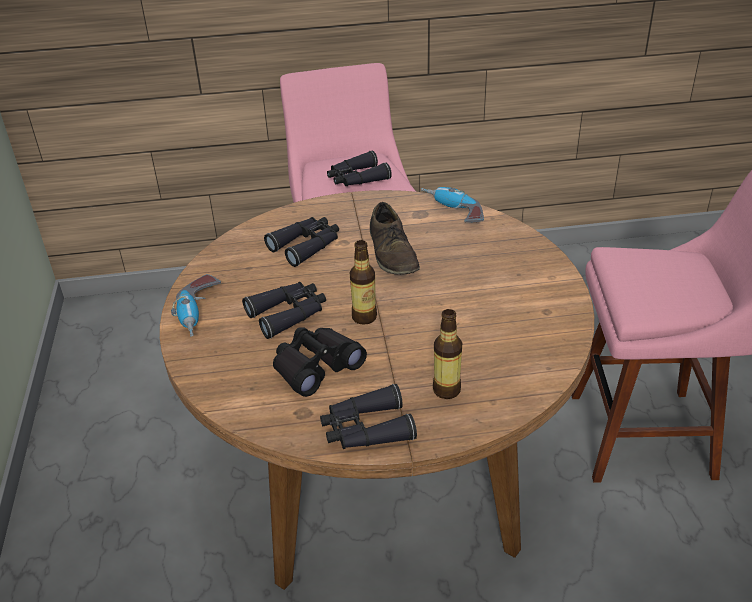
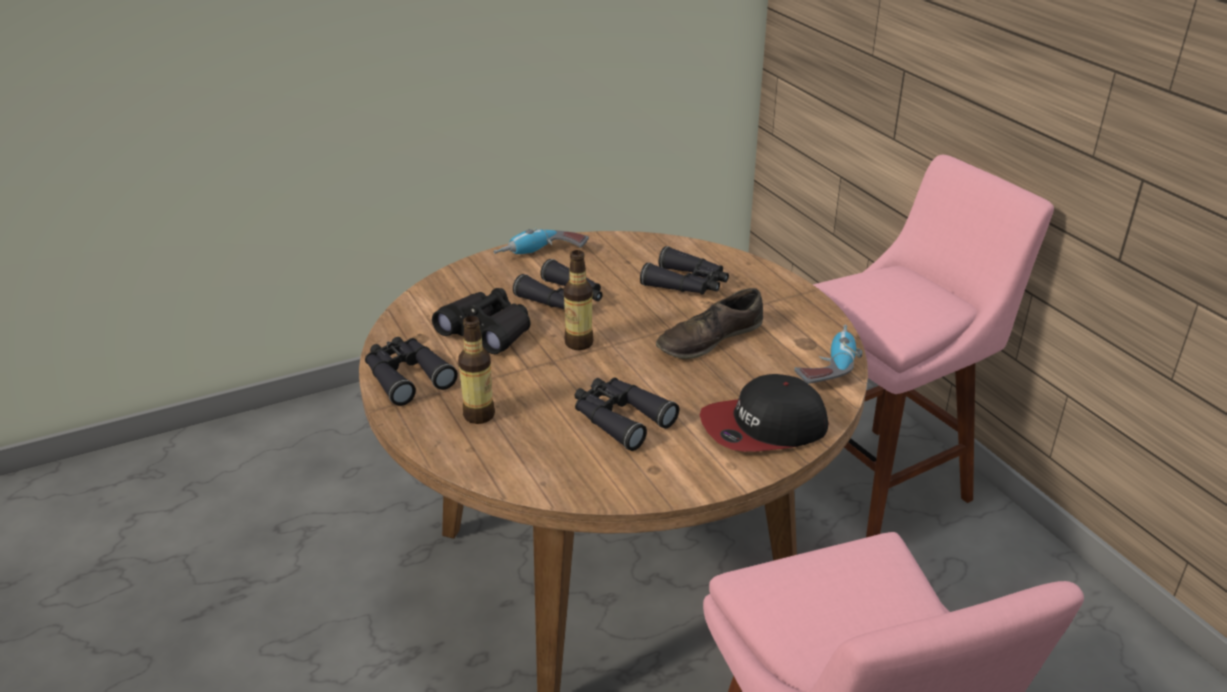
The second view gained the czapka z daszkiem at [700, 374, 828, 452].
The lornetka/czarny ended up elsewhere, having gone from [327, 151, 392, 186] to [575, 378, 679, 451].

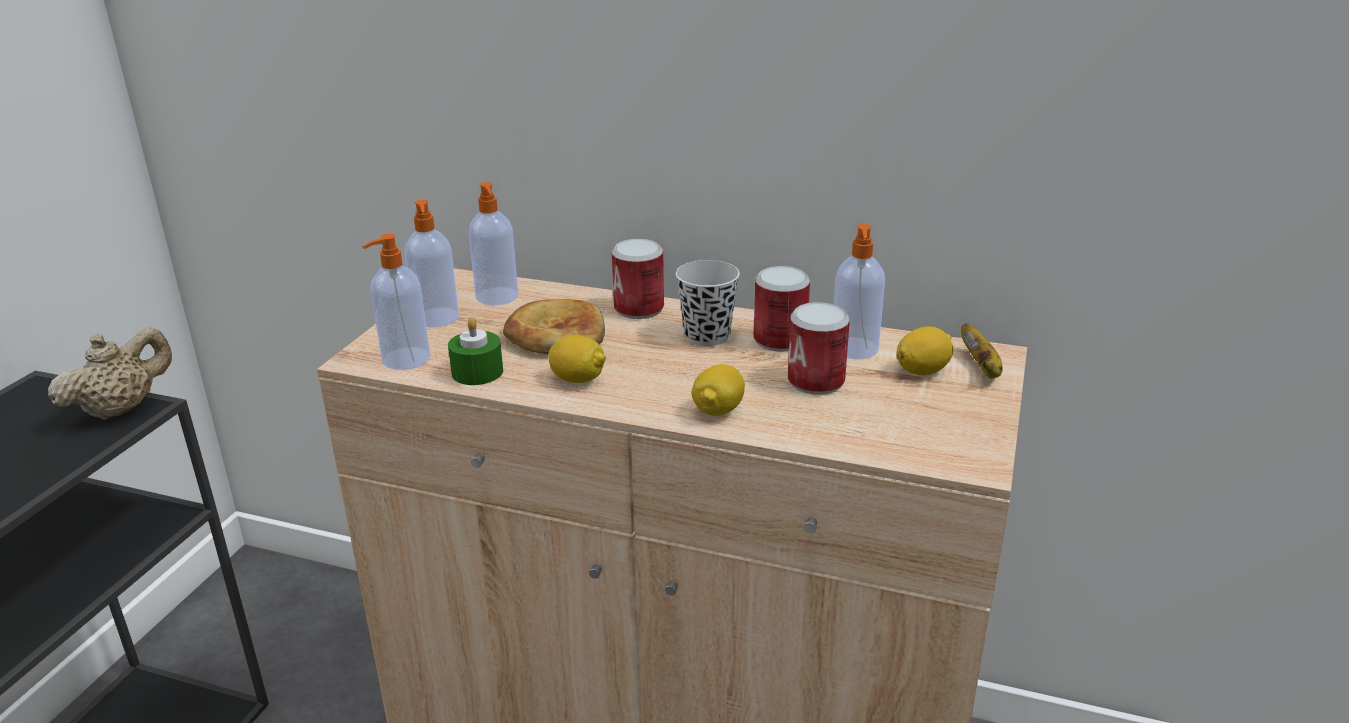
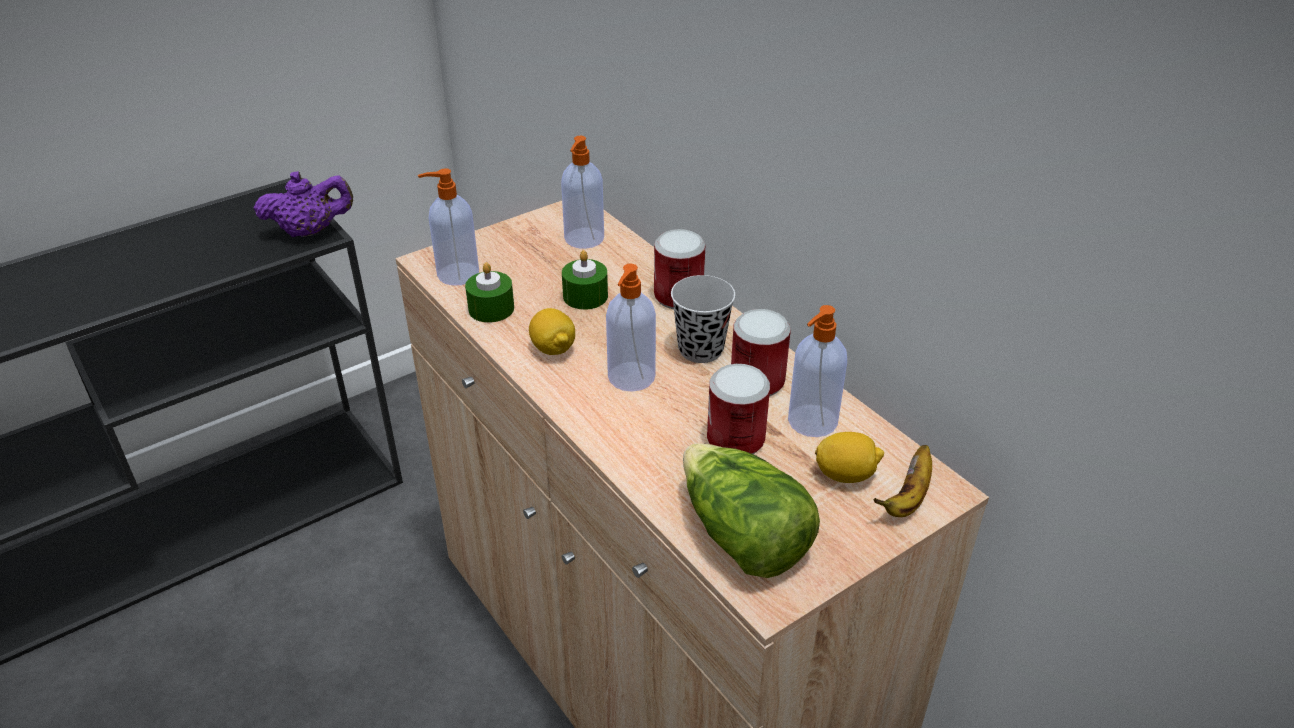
The second view lost the cytryna at [692, 364, 745, 416].
The second view gained the sałata at [683, 443, 820, 578].
The dozownik mydła ended up elsewhere, having gone from [404, 200, 459, 327] to [606, 264, 656, 392].
Where the chleb stood at [503, 299, 605, 354], the świeca/zielony came to stand at [562, 250, 608, 310].
What was the imbryk/beżowy at [48, 327, 172, 420] turned into the imbryk/fioletowy at [254, 171, 353, 237].

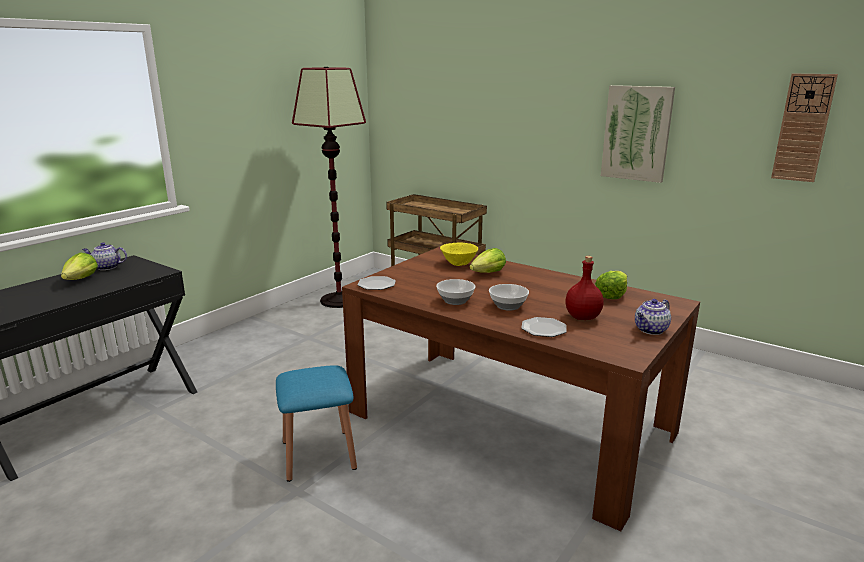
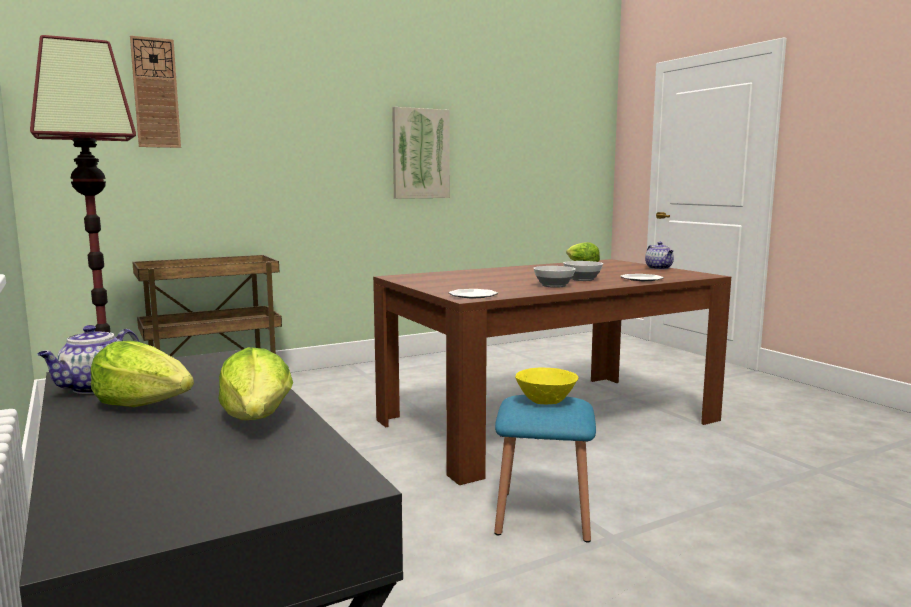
The second view lost the butelka/czerwony at [565, 256, 603, 320].
The miska/żółty ended up elsewhere, having gone from [440, 243, 478, 266] to [515, 368, 579, 404].
The sałata ended up elsewhere, having gone from [469, 248, 506, 273] to [219, 347, 293, 420].
The zegar ścienny ended up elsewhere, having gone from [771, 74, 838, 182] to [130, 36, 181, 148].

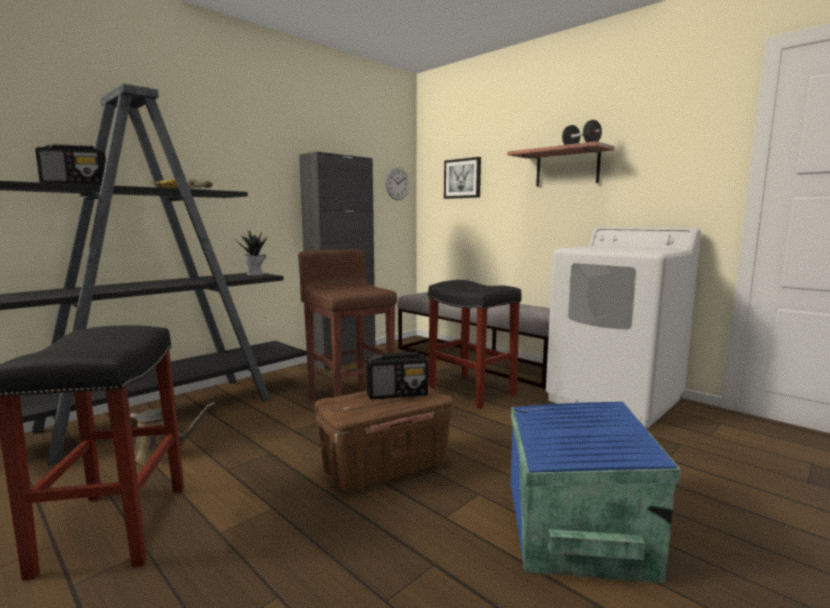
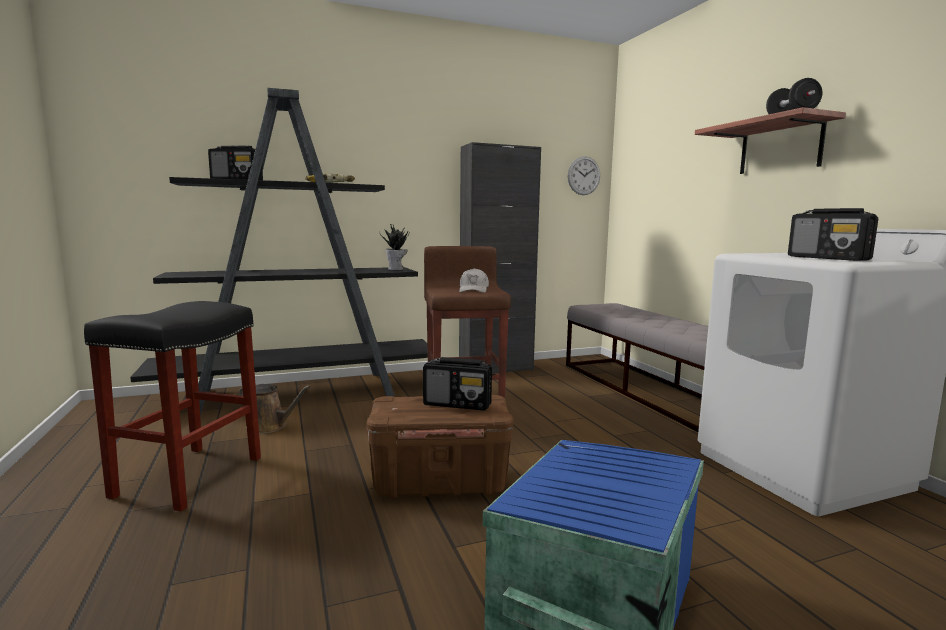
The second view lost the stołek/czarny at [428, 280, 522, 409].
The second view lost the obraz at [444, 157, 481, 199].
The second view gained the czapka z daszkiem/biały at [459, 268, 489, 293].
The second view gained the radio at [788, 208, 878, 261].

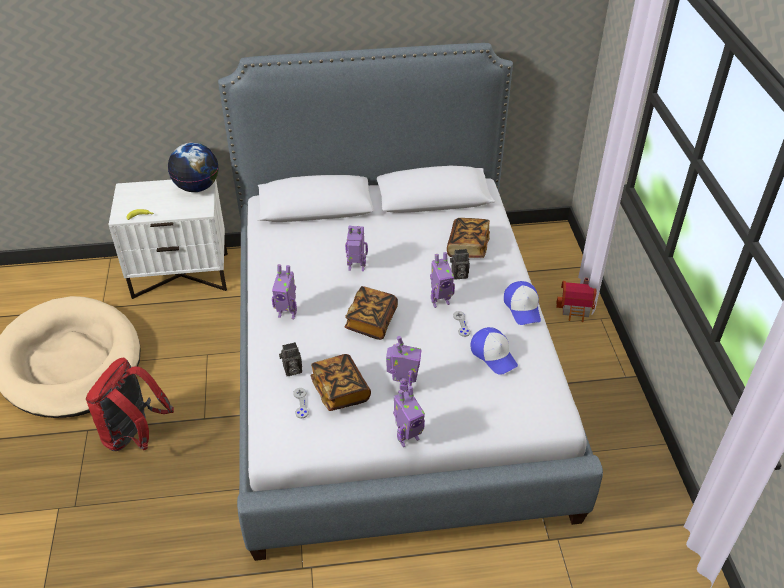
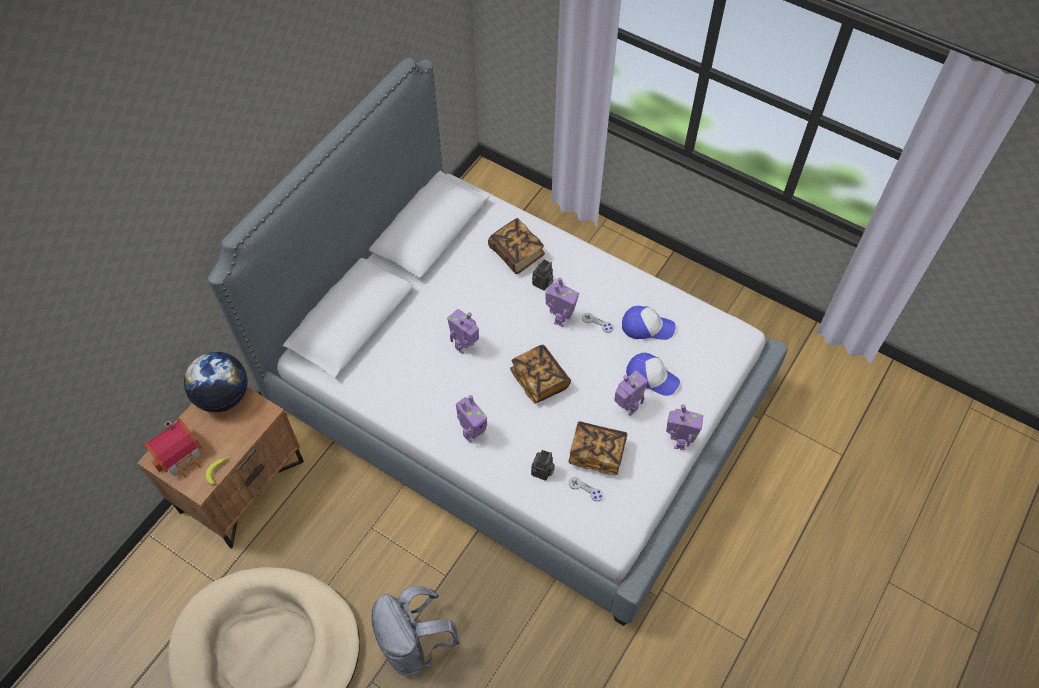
The czapka z daszkiem ended up elsewhere, having gone from [504, 281, 541, 325] to [626, 353, 680, 396].
The domek ended up elsewhere, having gone from [556, 278, 596, 322] to [143, 418, 202, 478].
What was the plecak/czerwony at [86, 358, 174, 451] turned into the plecak/szary at [372, 586, 460, 676].
What was the szafka nocna/biały at [108, 180, 228, 299] turned into the szafka nocna/brązowy at [137, 387, 304, 548].

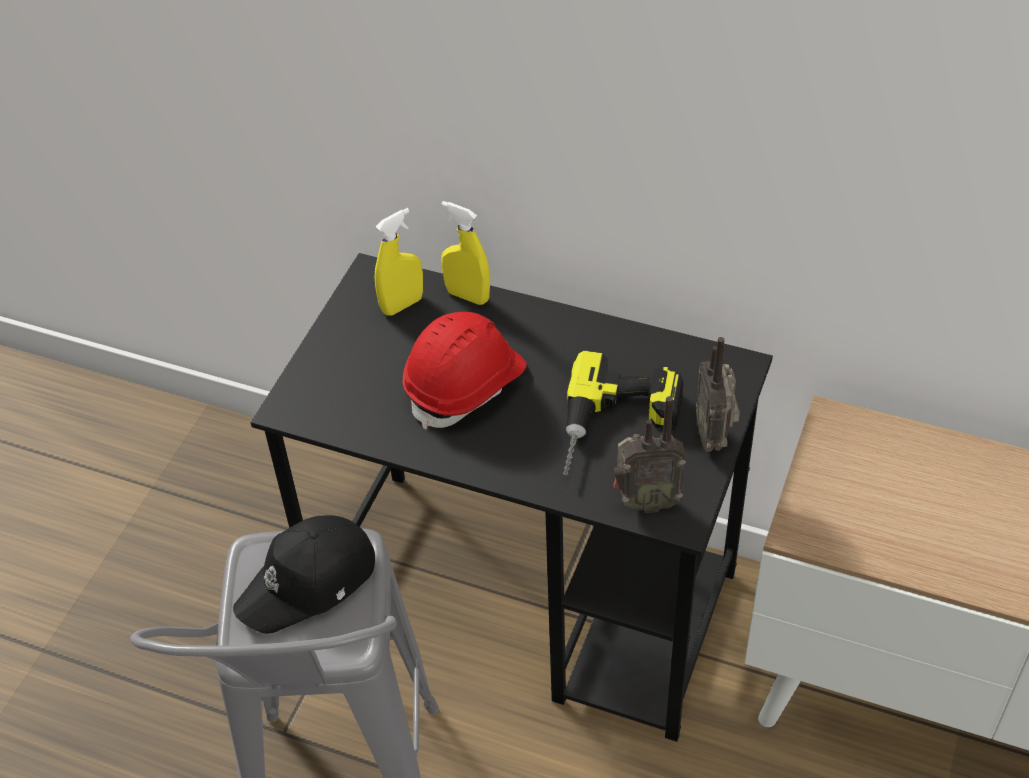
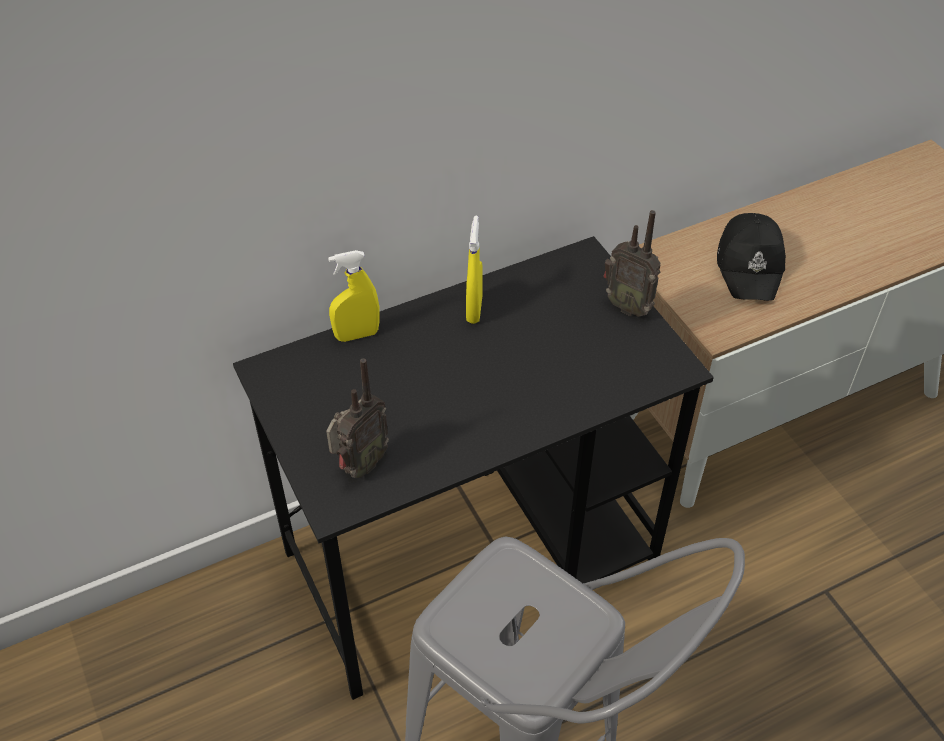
The second view lost the kask/czerwony at [403, 312, 527, 430].
The second view lost the wiertarka at [563, 350, 683, 476].
The czapka z daszkiem/czarny ended up elsewhere, having gone from [233, 515, 375, 634] to [717, 213, 786, 301].
The spryskiwacz/żółty ended up elsewhere, having gone from [375, 208, 423, 316] to [466, 216, 483, 324].
The radio ended up elsewhere, having gone from [613, 396, 686, 513] to [326, 358, 389, 478].

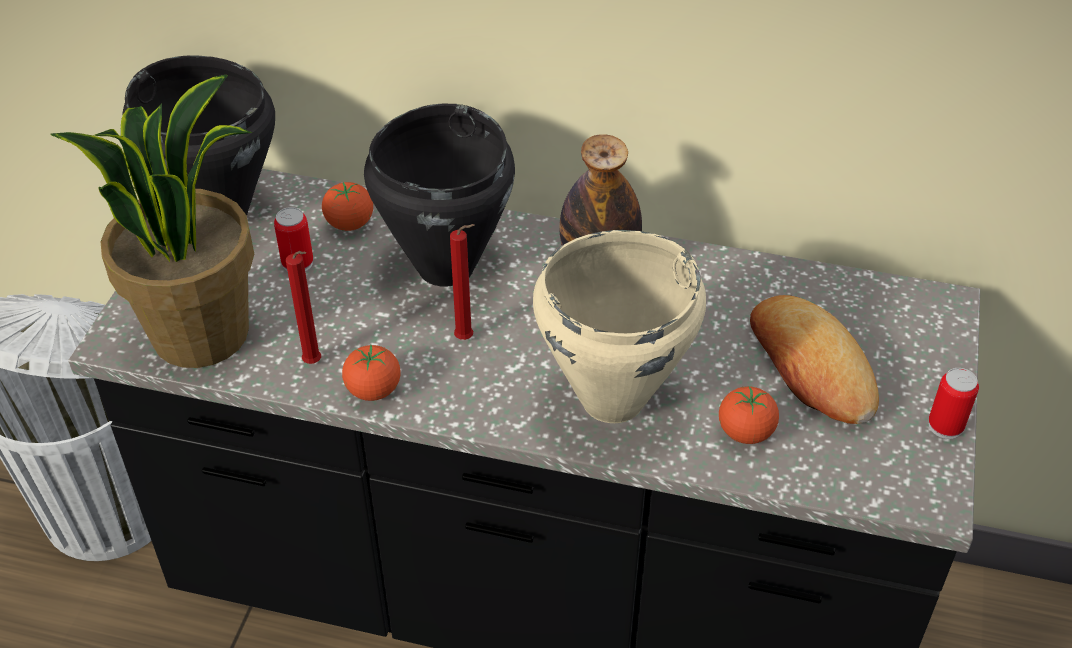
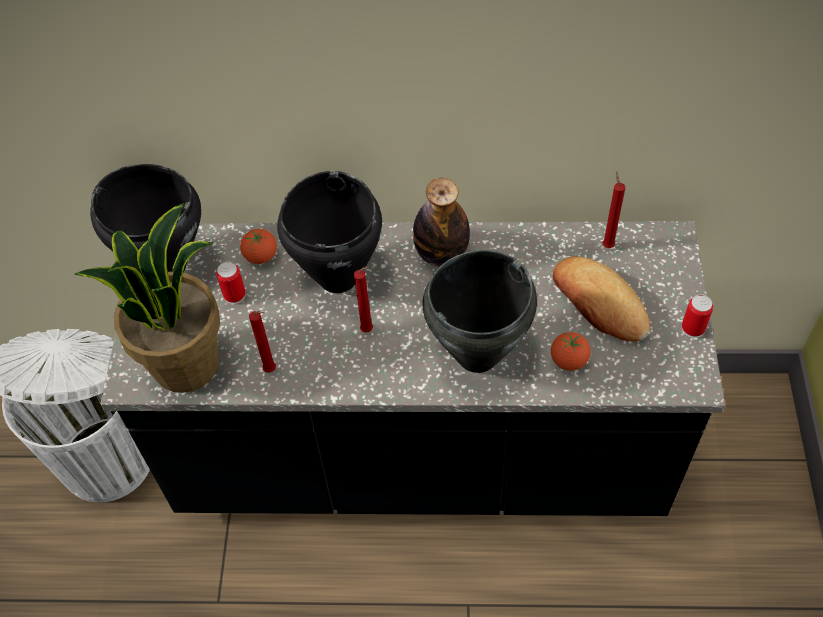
The second view lost the pomidor at [342, 344, 401, 401].
The second view gained the świeca/czerwony at [602, 171, 625, 248].
What was the garnek/beżowy at [533, 230, 706, 423] turned into the garnek/czarny at [423, 250, 537, 373].

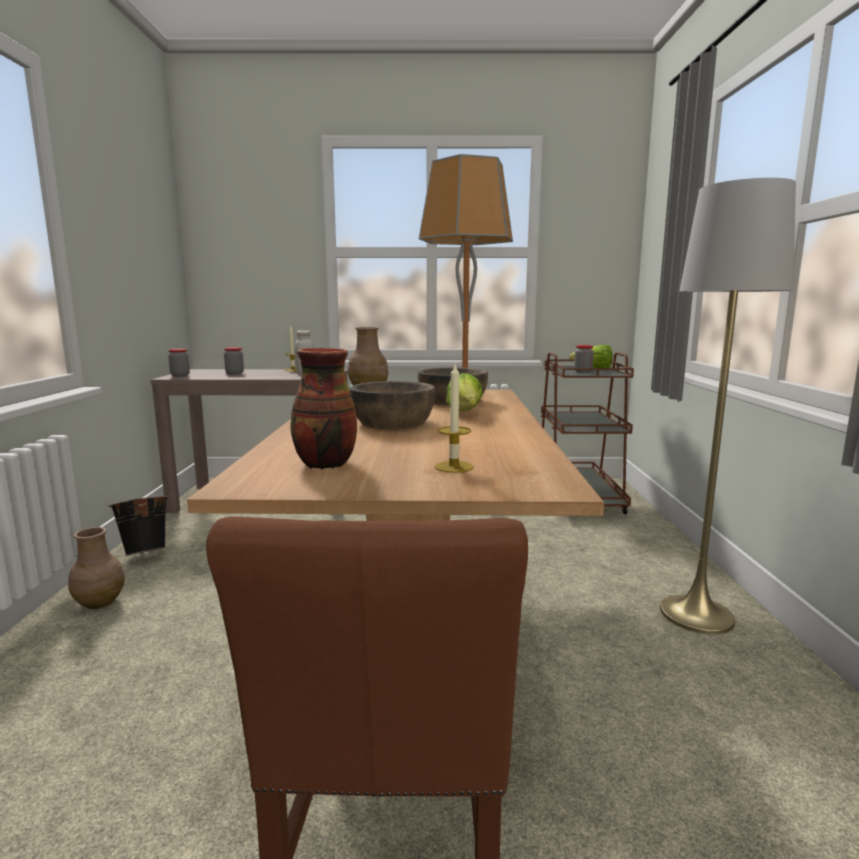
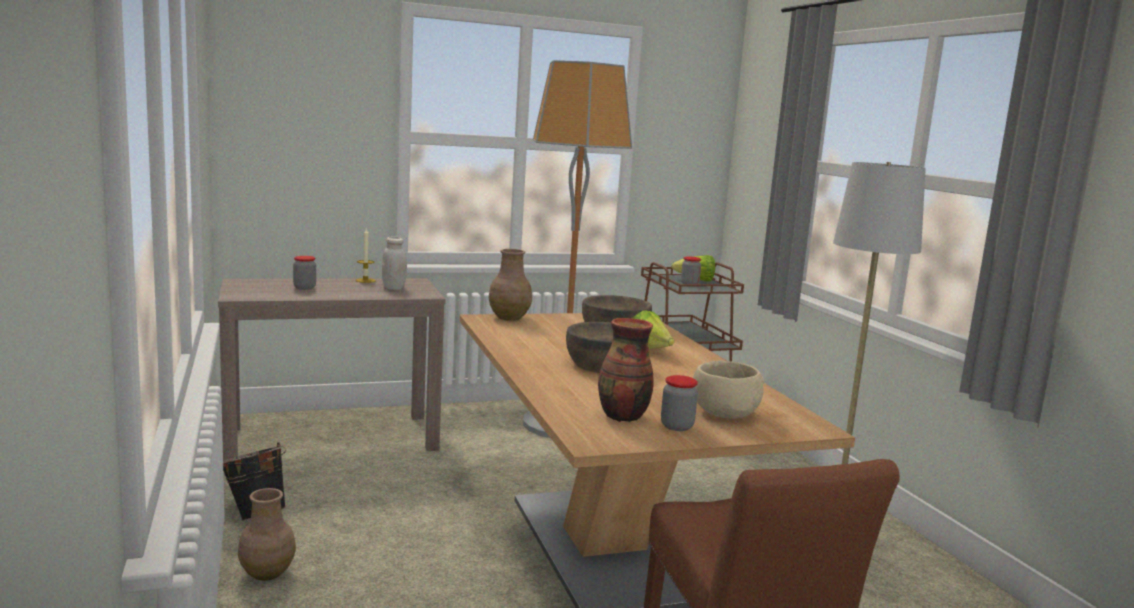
The słoik ended up elsewhere, having gone from [168, 349, 190, 377] to [661, 375, 698, 431].
Where the świeca stood at [435, 365, 473, 473], the miska/beżowy came to stand at [693, 360, 764, 419].

